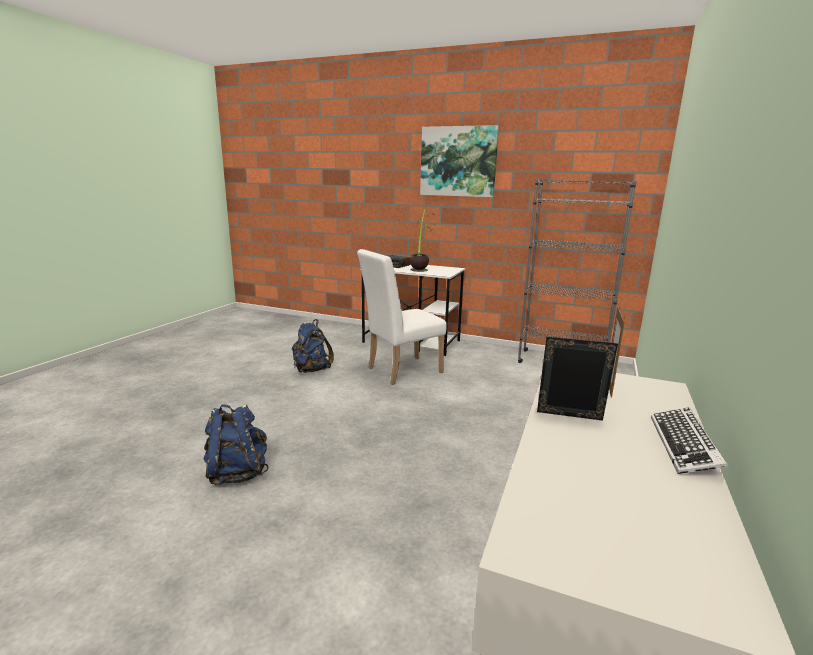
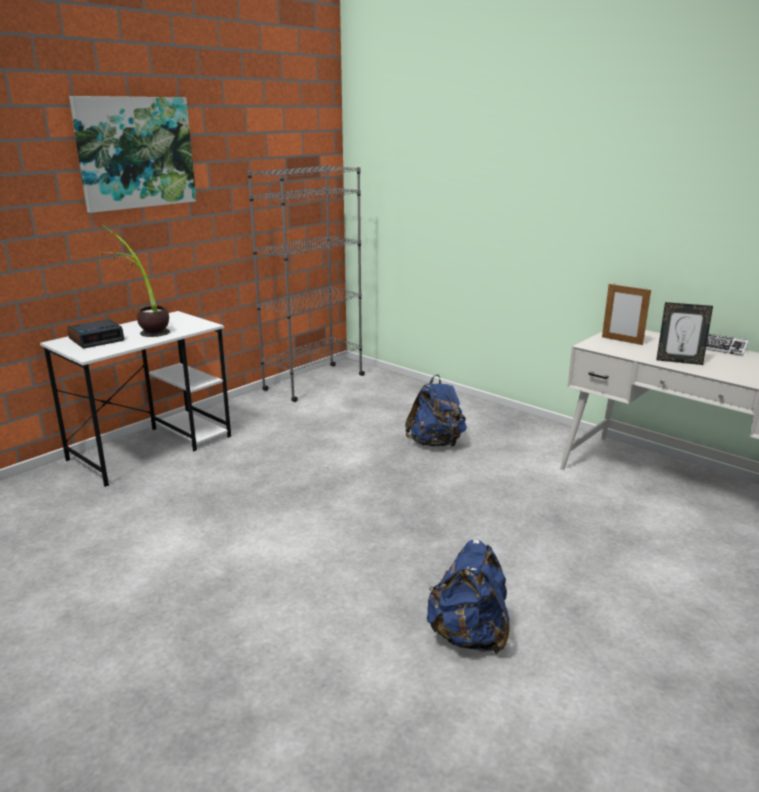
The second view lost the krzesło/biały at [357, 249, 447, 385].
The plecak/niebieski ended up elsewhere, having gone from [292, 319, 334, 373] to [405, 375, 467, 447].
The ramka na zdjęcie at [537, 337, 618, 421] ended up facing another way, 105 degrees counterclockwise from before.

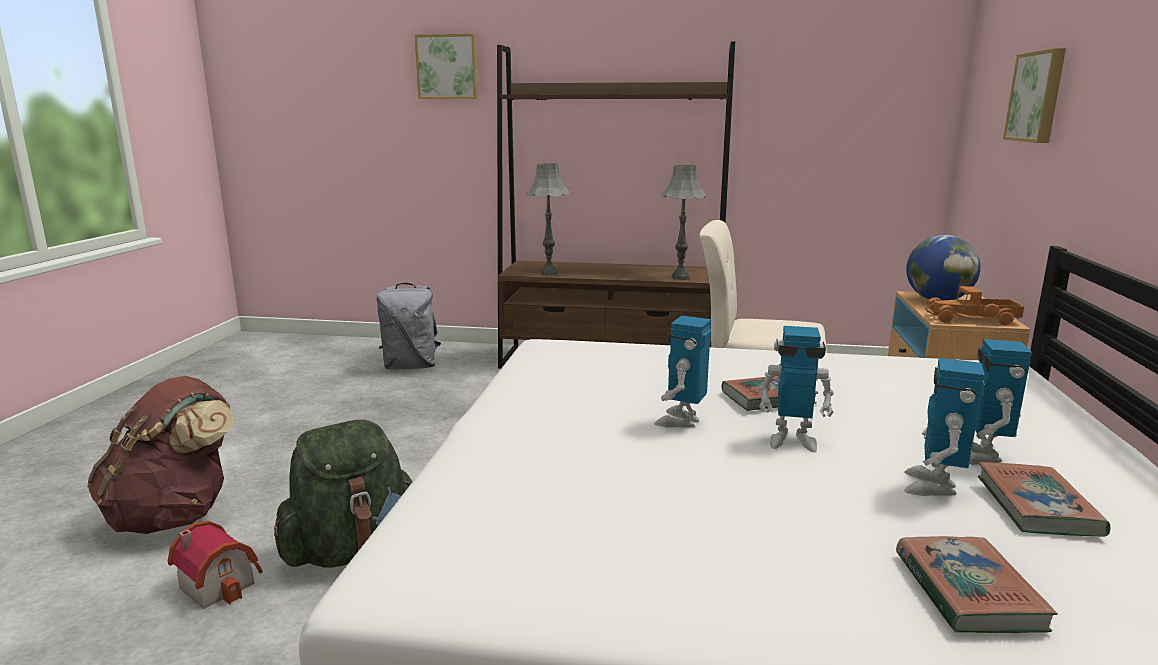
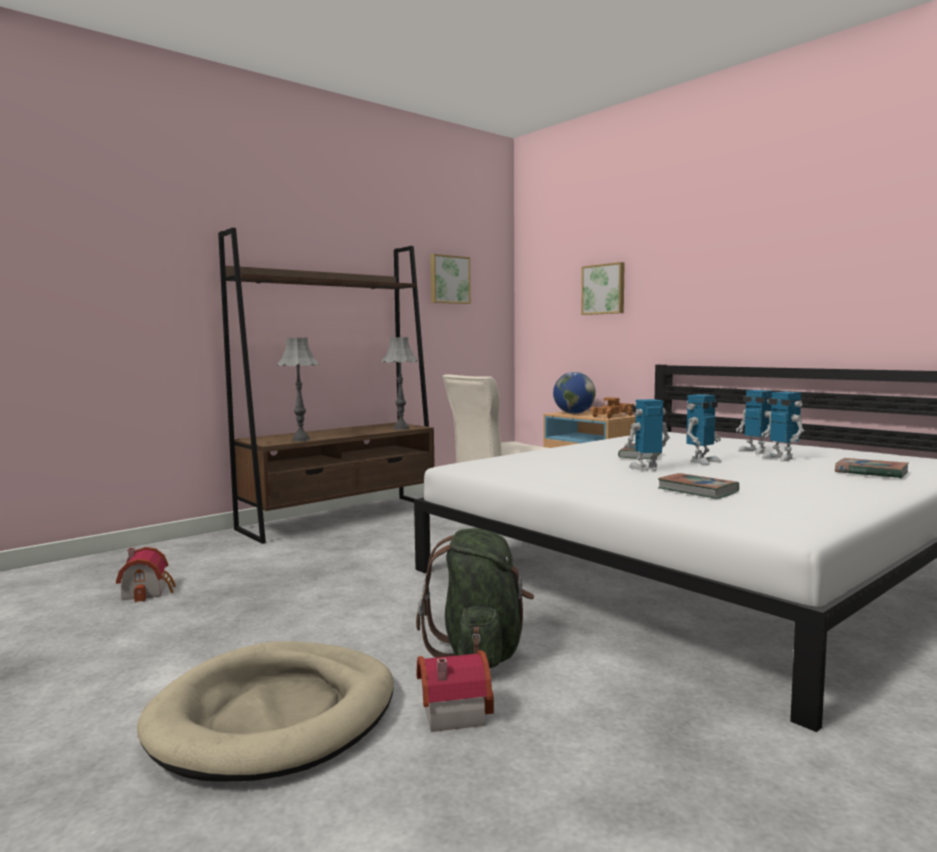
The second view lost the plecak/szary at [377, 283, 441, 370].
The second view gained the domek at [116, 547, 176, 602].
The obraz ended up elsewhere, having gone from [415, 34, 478, 99] to [430, 254, 471, 304].
The książka ended up elsewhere, having gone from [978, 462, 1110, 536] to [658, 473, 739, 499].
Where the plecak/brązowy stood at [87, 376, 235, 534], the legowisko/beżowy came to stand at [137, 642, 393, 782].
The robot zabawkowy at [654, 315, 711, 427] ended up facing another way, 105 degrees clockwise from before.

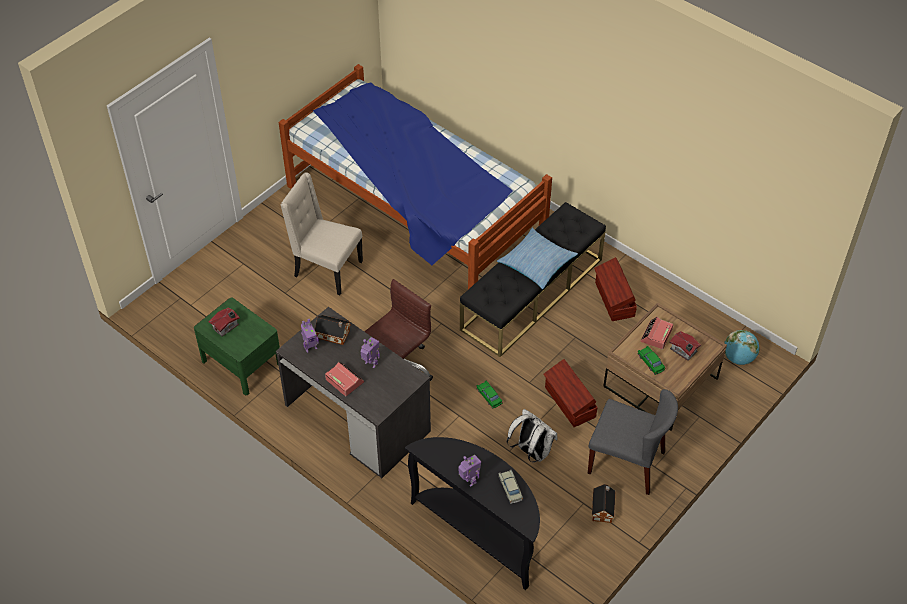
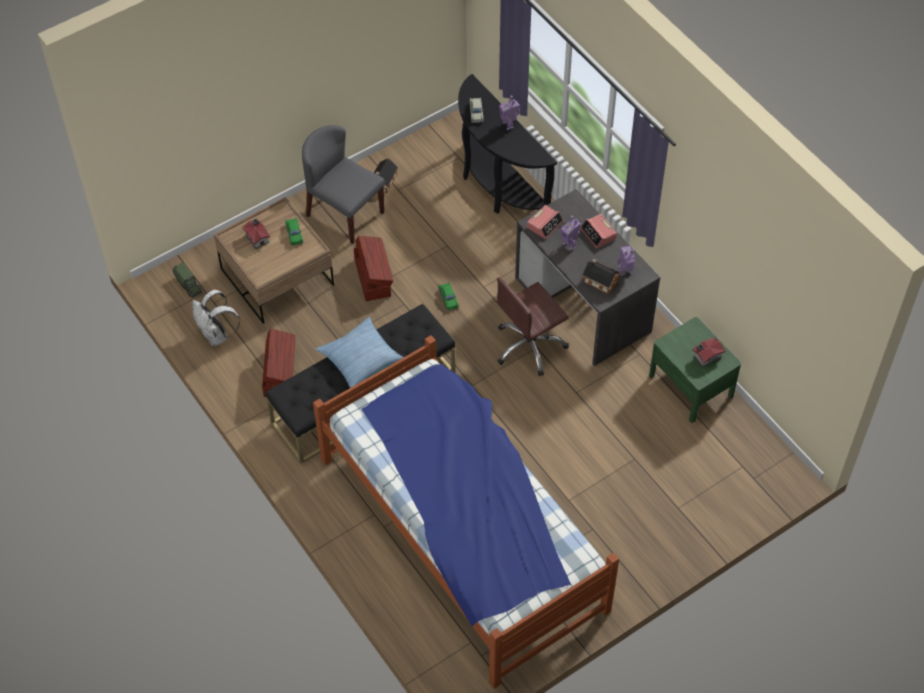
The second view lost the krzesło/beżowy at [281, 172, 363, 295].
The plecak/biały ended up elsewhere, having gone from [507, 409, 557, 462] to [192, 290, 240, 346].
The budzik ended up elsewhere, having gone from [641, 317, 673, 349] to [527, 205, 564, 239].
Where the globus stood at [724, 330, 760, 365], the ciężarówka zabawkowa came to stand at [173, 263, 203, 298].

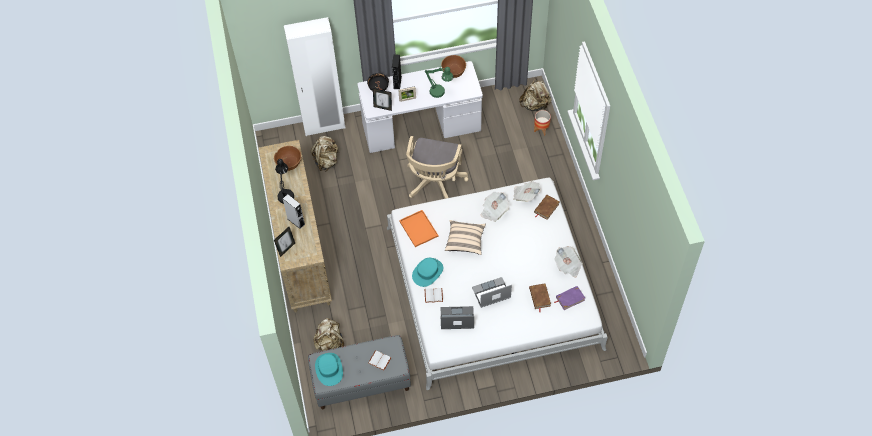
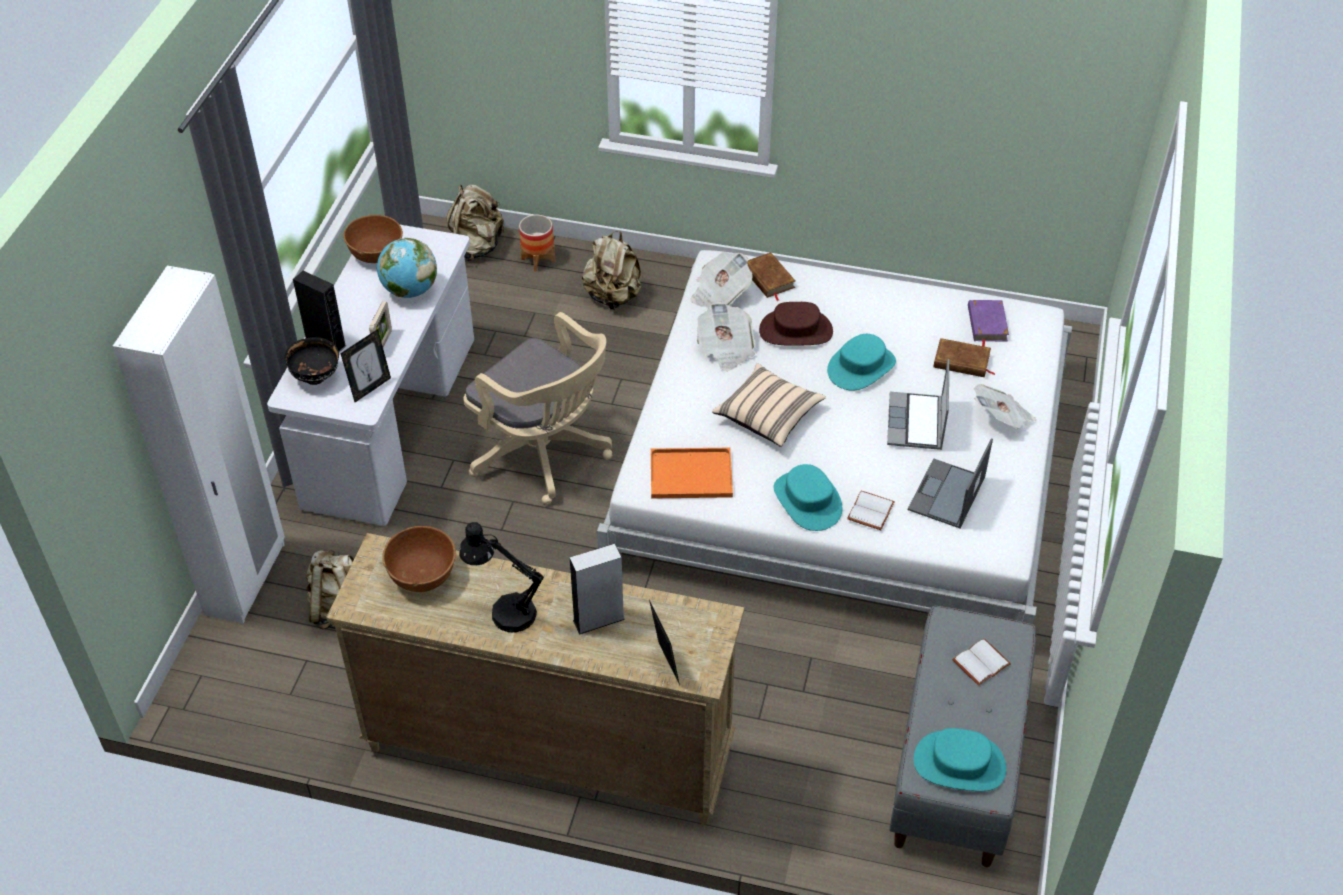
The second view gained the kapelusz/brązowy at [759, 302, 833, 346].
The second view gained the kapelusz/turkusowy at [827, 334, 896, 391].
The plecak/beżowy ended up elsewhere, having gone from [313, 318, 344, 351] to [582, 231, 641, 310].
The gazeta ended up elsewhere, having gone from [555, 246, 583, 278] to [974, 384, 1036, 429].
Where the lampa stołowa/zielony stood at [425, 67, 454, 98], the globus came to stand at [377, 238, 437, 298].

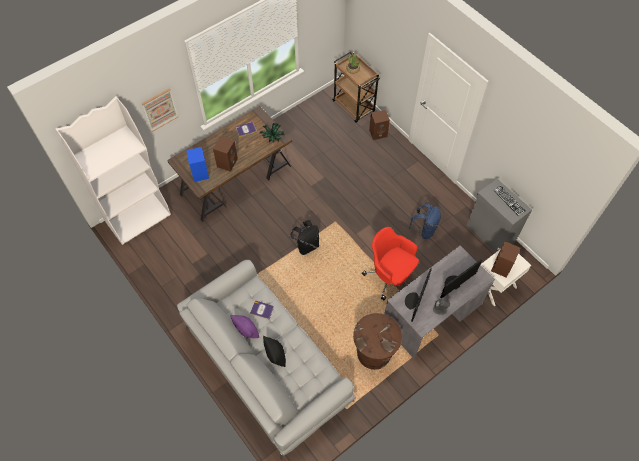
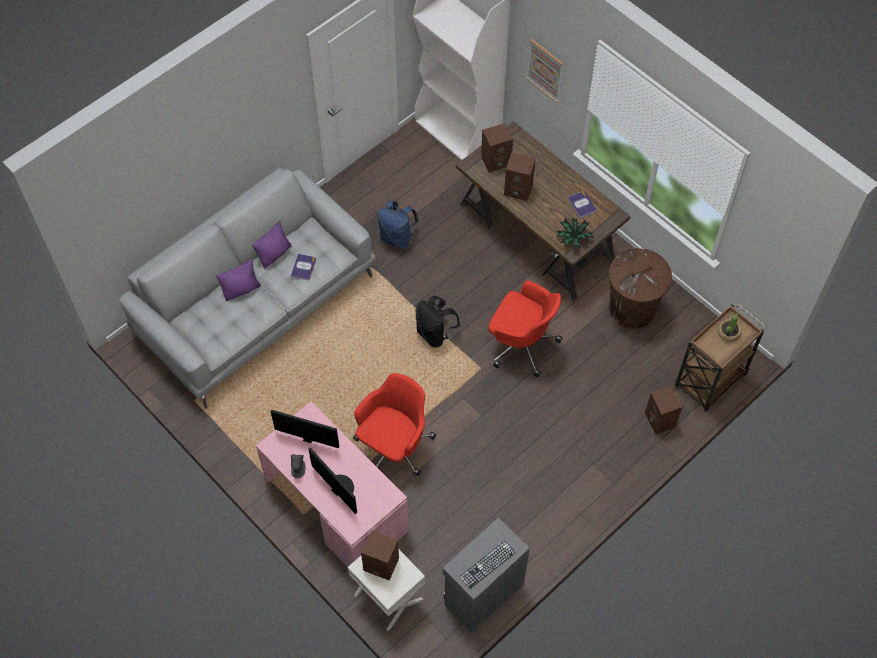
The second view gained the krzesło biurowe/czerwony at [489, 280, 563, 377].
The kosz na śmieci/brązowy ended up elsewhere, having gone from [353, 313, 402, 370] to [609, 248, 672, 329].
The plecak/niebieski ended up elsewhere, having gone from [409, 204, 441, 239] to [378, 201, 419, 249].
What was the głośnik/niebieski at [186, 147, 209, 182] turned into the głośnik/brązowy at [481, 123, 513, 172].
What was the poduszka/czarny at [263, 336, 286, 367] turned into the poduszka/fioletowy at [216, 259, 261, 301].
What was the biurko/szary at [384, 246, 495, 359] turned into the biurko/różowy at [256, 402, 409, 567].

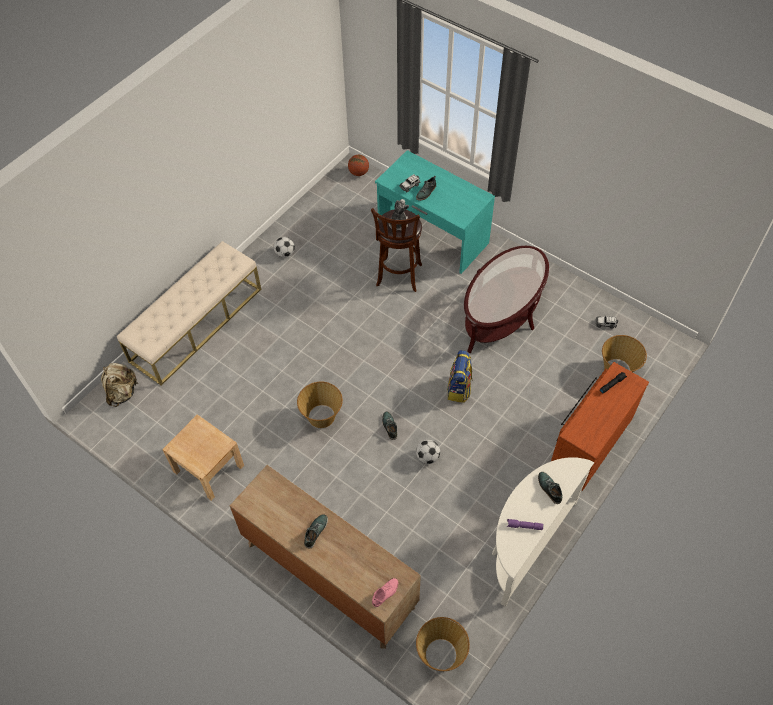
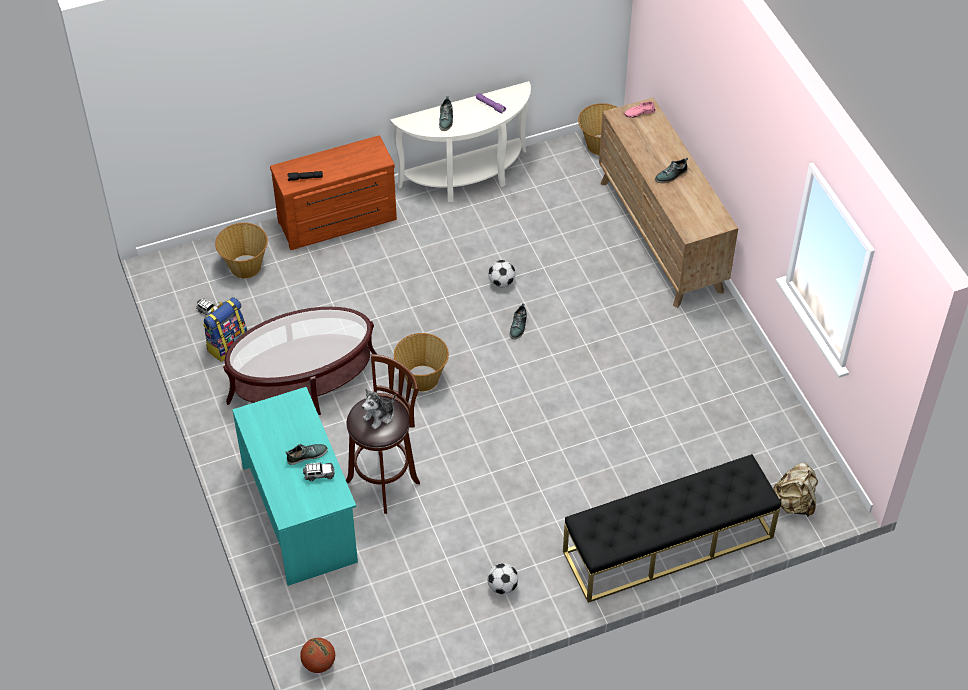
The second view lost the szafka nocna/beżowy at [162, 414, 244, 501].
The koszyk ended up elsewhere, having gone from [297, 382, 343, 428] to [394, 333, 449, 392].
The plecak ended up elsewhere, having gone from [447, 350, 473, 403] to [203, 297, 247, 362].
What was the ławka/beżowy at [117, 241, 261, 386] turned into the ławka/czarny at [563, 454, 781, 603].

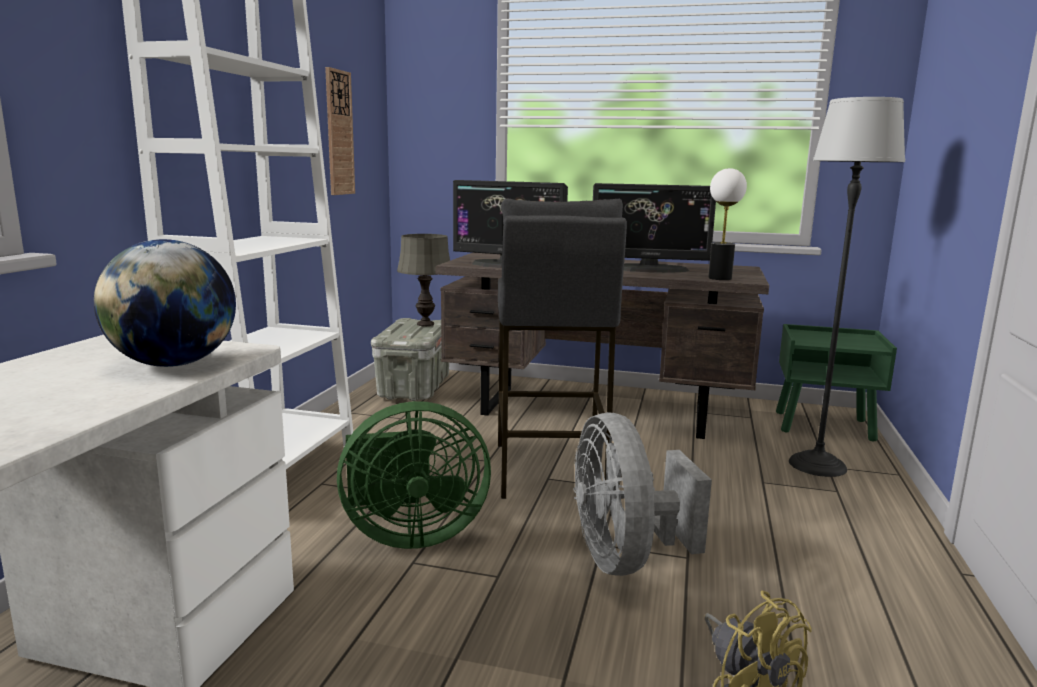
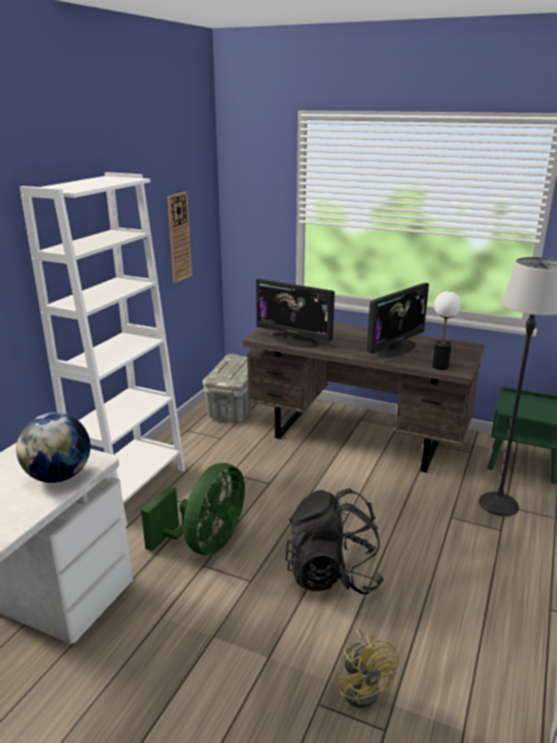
The second view lost the lampa stołowa/szary at [397, 234, 450, 326].
The second view lost the stołek/szary at [498, 199, 627, 499].
Where the wentylator/szary stood at [574, 412, 712, 576], the plecak/czarny came to stand at [285, 488, 384, 594].
The wentylator/zielony at [337, 401, 491, 549] ended up facing another way, 60 degrees counterclockwise from before.
The monitor at [593, 183, 716, 273] ended up facing another way, 60 degrees counterclockwise from before.

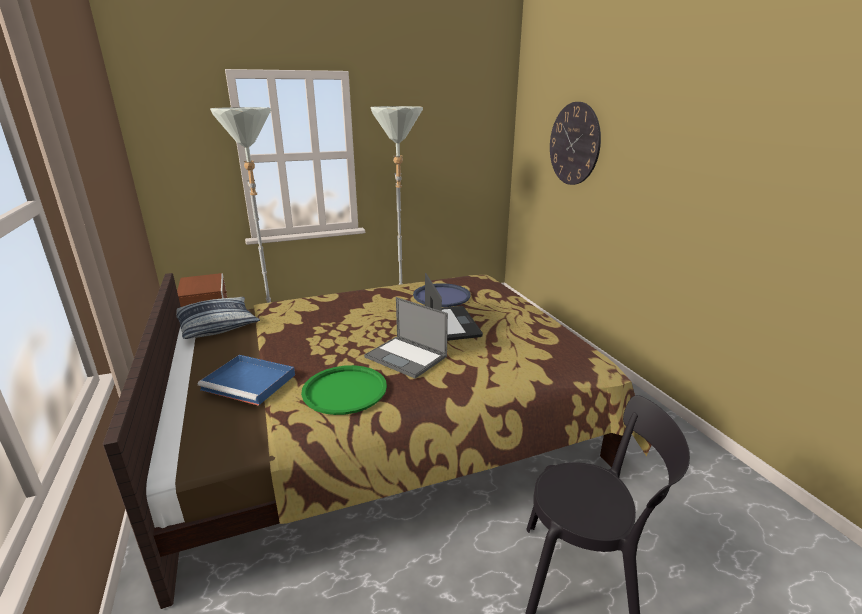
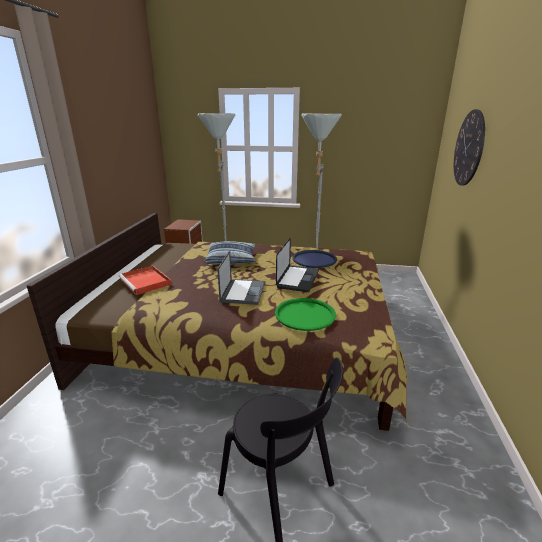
The poduszka ended up elsewhere, having gone from [176, 297, 260, 339] to [204, 241, 256, 265].
The taca/zielony ended up elsewhere, having gone from [301, 365, 387, 415] to [275, 298, 336, 331].
What was the taca/niebieski at [198, 355, 295, 406] turned into the taca/czerwony at [119, 266, 171, 295].
The laptop at [364, 297, 448, 379] ended up facing another way, 150 degrees counterclockwise from before.

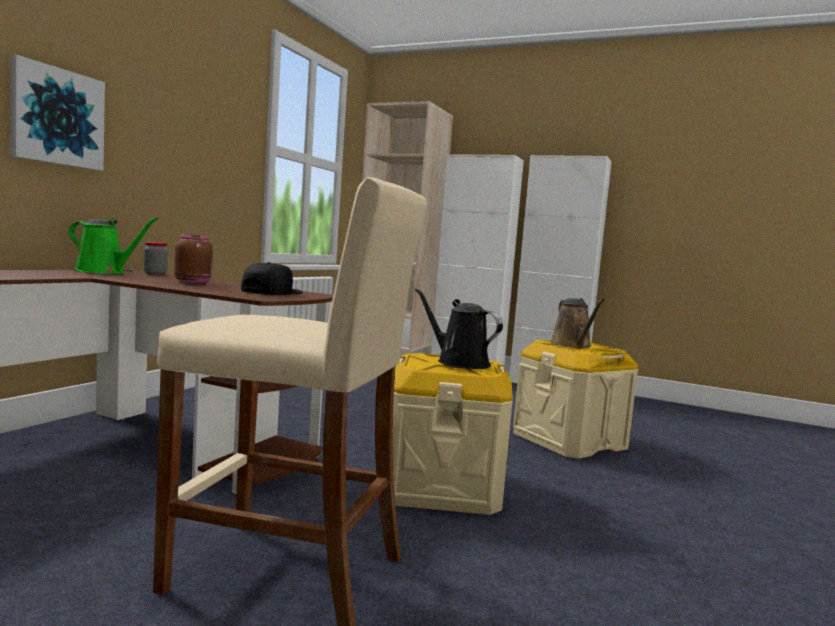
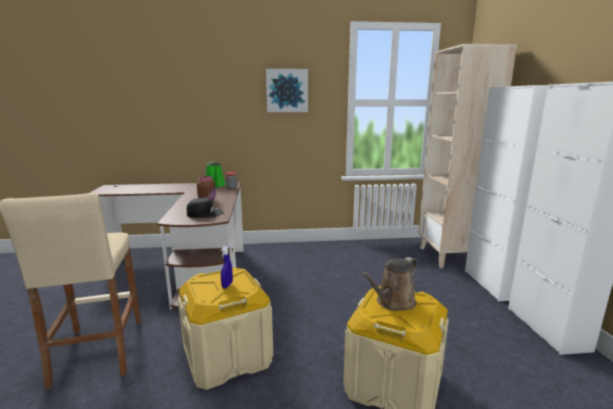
The obraz ended up elsewhere, having gone from [10, 55, 105, 171] to [266, 69, 308, 112].
Where the konewka/czarny stood at [415, 288, 503, 369], the spryskiwacz/niebieski came to stand at [221, 245, 233, 288].

